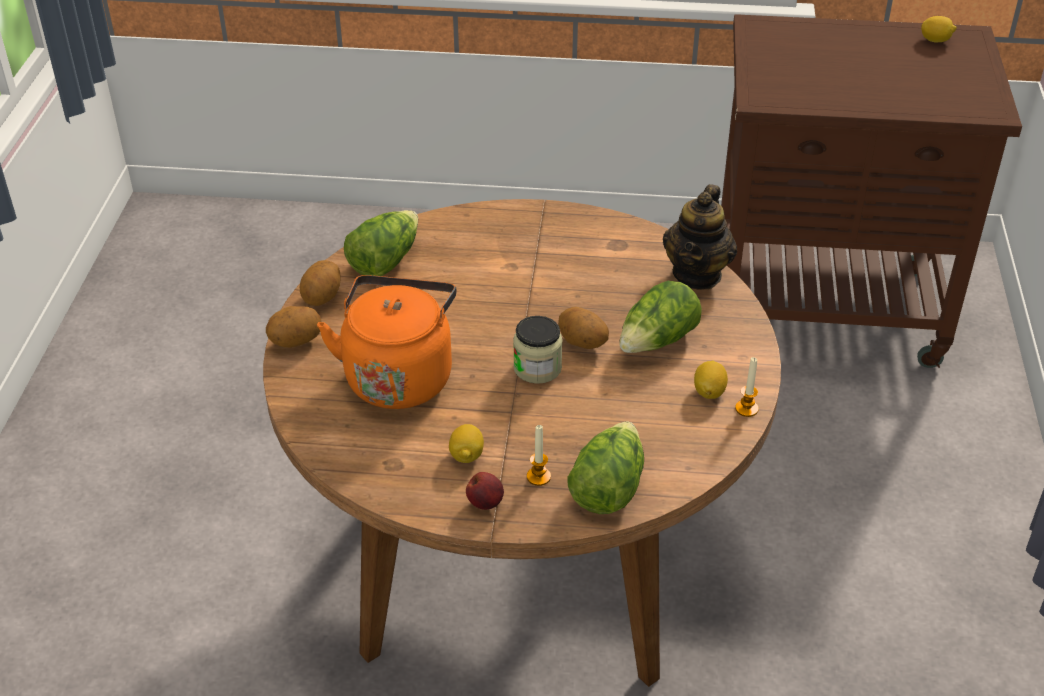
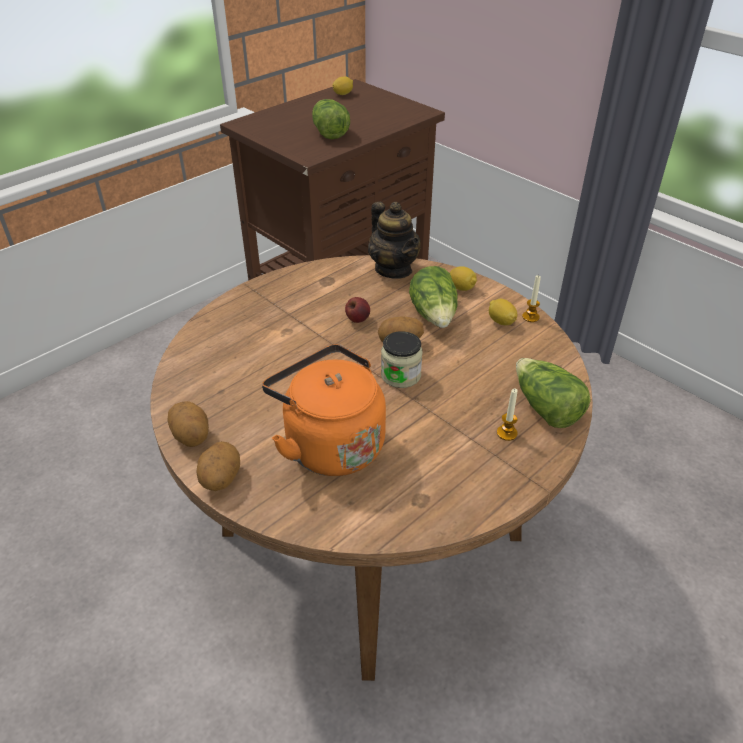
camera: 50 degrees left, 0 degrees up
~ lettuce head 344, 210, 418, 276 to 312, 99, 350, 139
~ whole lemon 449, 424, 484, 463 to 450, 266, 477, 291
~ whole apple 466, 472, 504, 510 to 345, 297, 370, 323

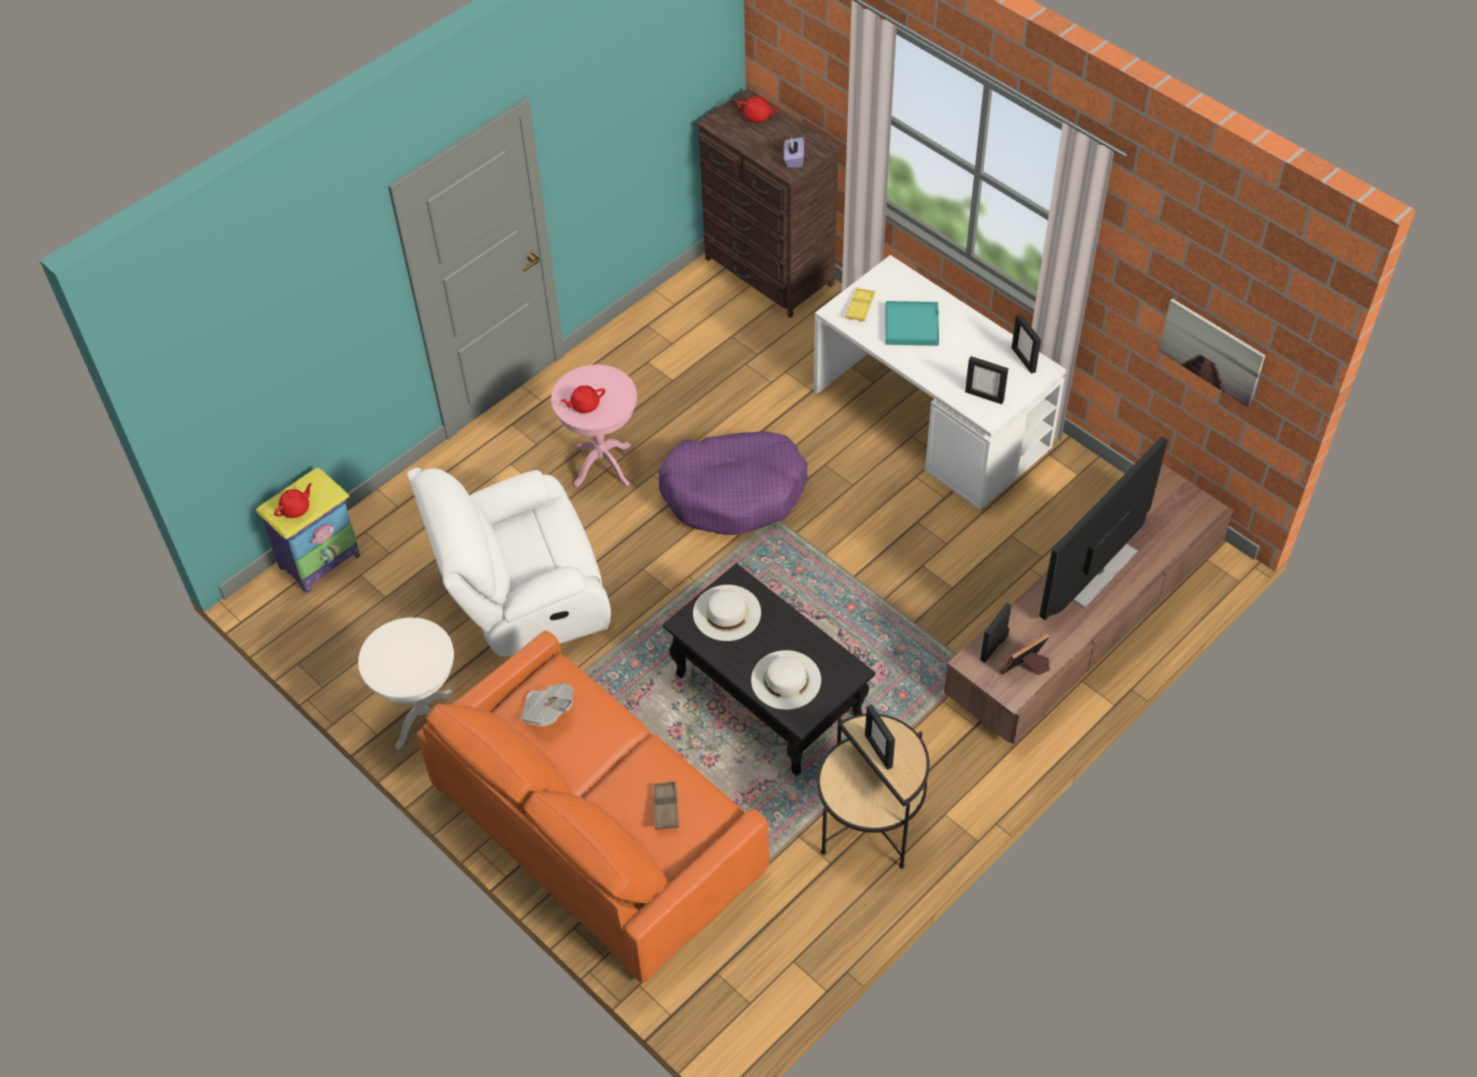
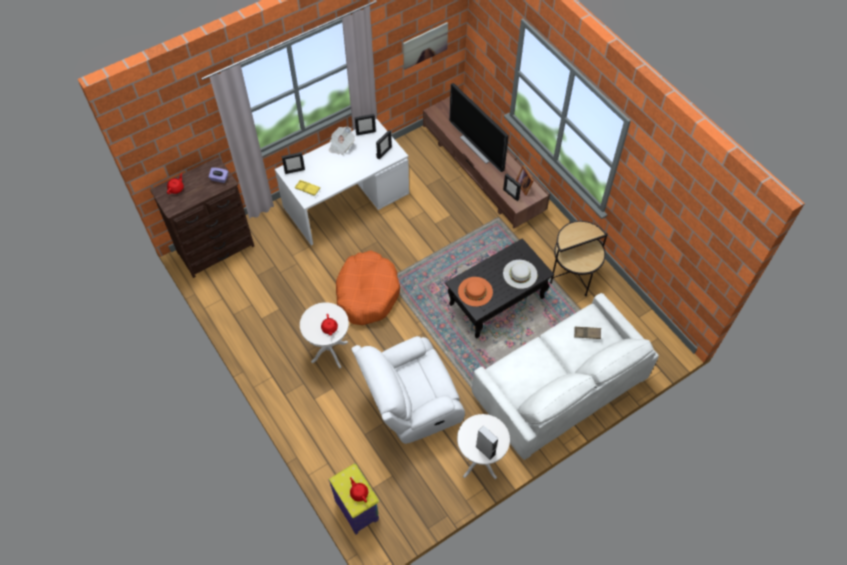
camera: 80 degrees left, 5 degrees up
- carrying tray (blue-green) 886, 301, 939, 346
+ speaker (grey) 476, 425, 498, 460
~ printed paper 519, 683, 574, 727 to 329, 127, 355, 155
~ photo frame 865, 704, 895, 770 to 282, 152, 305, 174
~ settee (orange-coloured) 417, 631, 769, 983 to settee (white) 472, 293, 659, 460
~ end table (pinkish) 551, 365, 637, 488 to end table (white) 300, 302, 349, 369
~ dog bed (purple) 658, 431, 808, 535 to dog bed (orange-coloured) 336, 250, 400, 325
~ clothing hat (white) 693, 585, 761, 641 to clothing hat (orange-coloured) 458, 277, 493, 307
~ armchair (white) 407, 468, 611, 657 = 351, 336, 465, 444 75 degrees clockwise

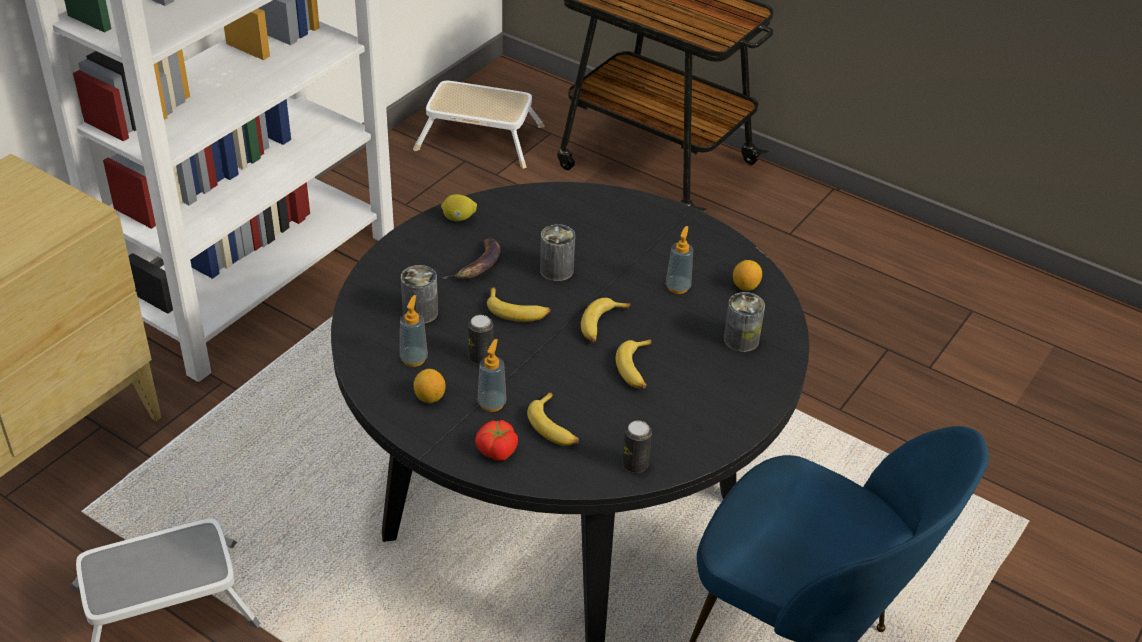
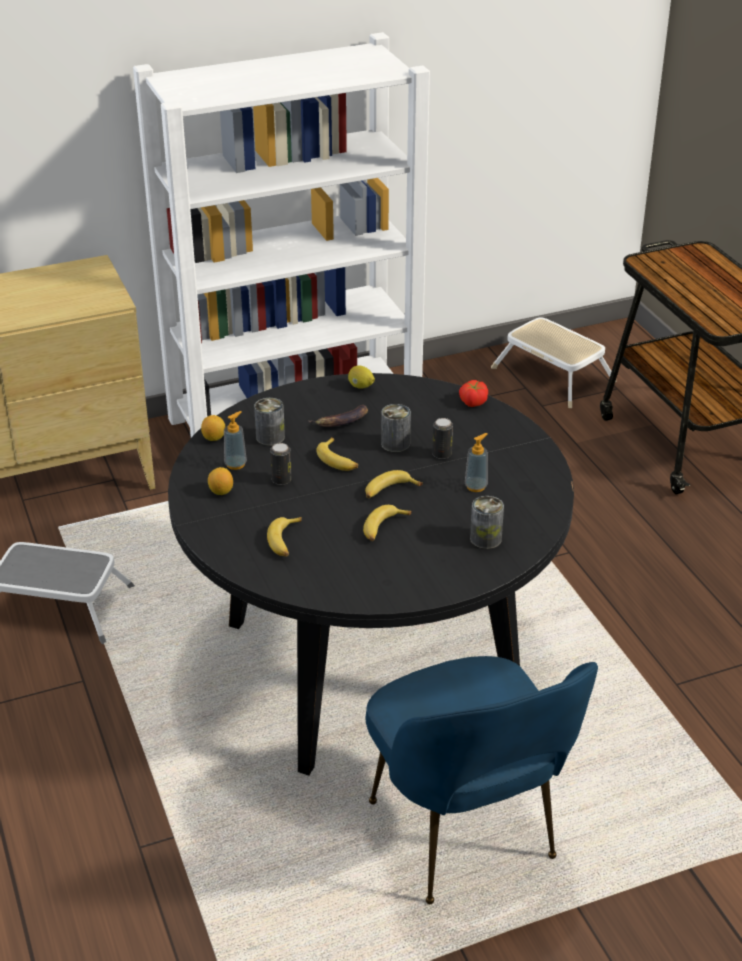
camera: 35 degrees right, 5 degrees down
- liquid soap bottle 478, 339, 506, 412
~ whole tomato 475, 420, 518, 461 to 459, 380, 488, 407
~ can 622, 421, 652, 473 to 432, 418, 453, 459
~ whole lemon 733, 260, 762, 291 to 201, 415, 225, 441

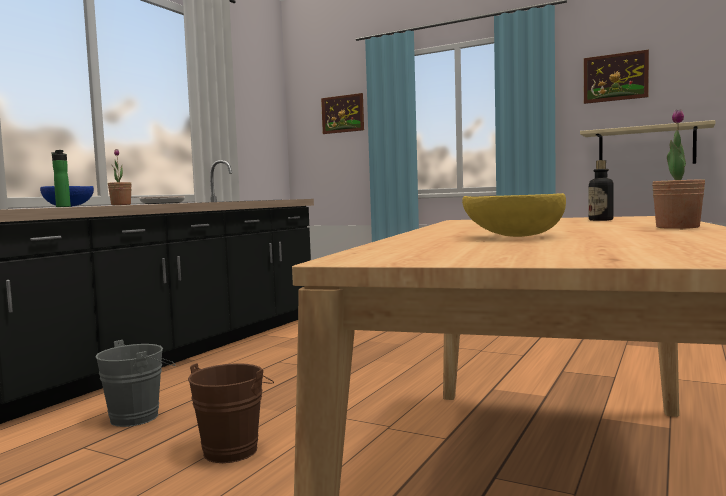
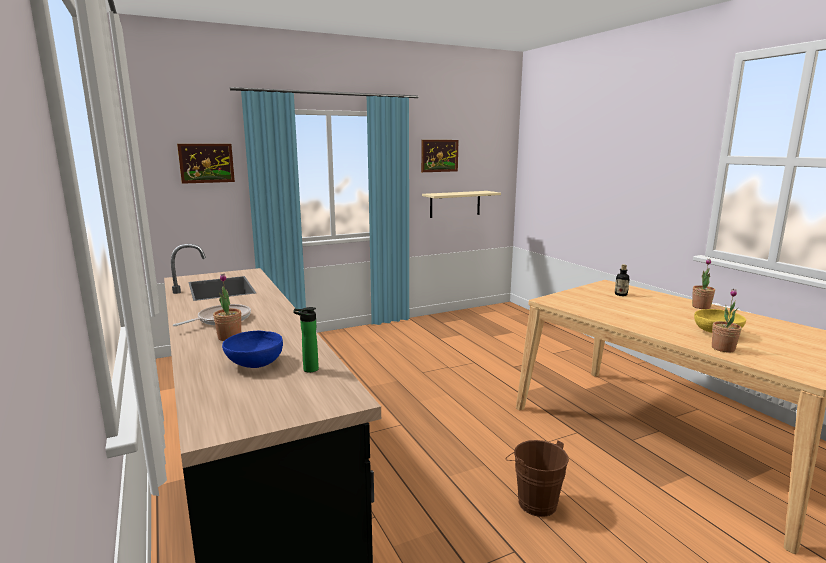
camera: 55 degrees left, 10 degrees up
- water bucket (grey) 95, 340, 176, 427
+ houseplant 712, 289, 742, 352

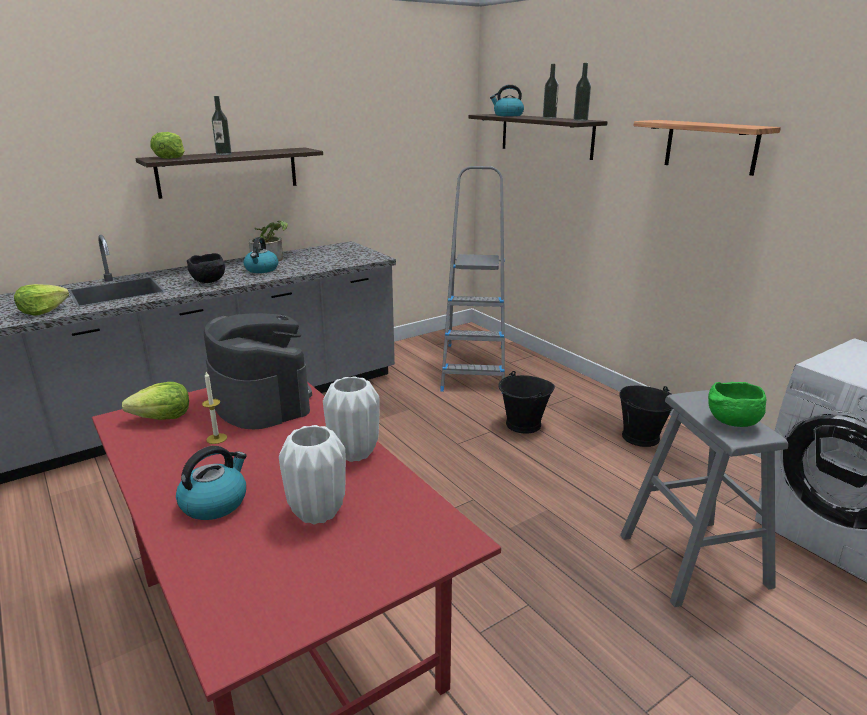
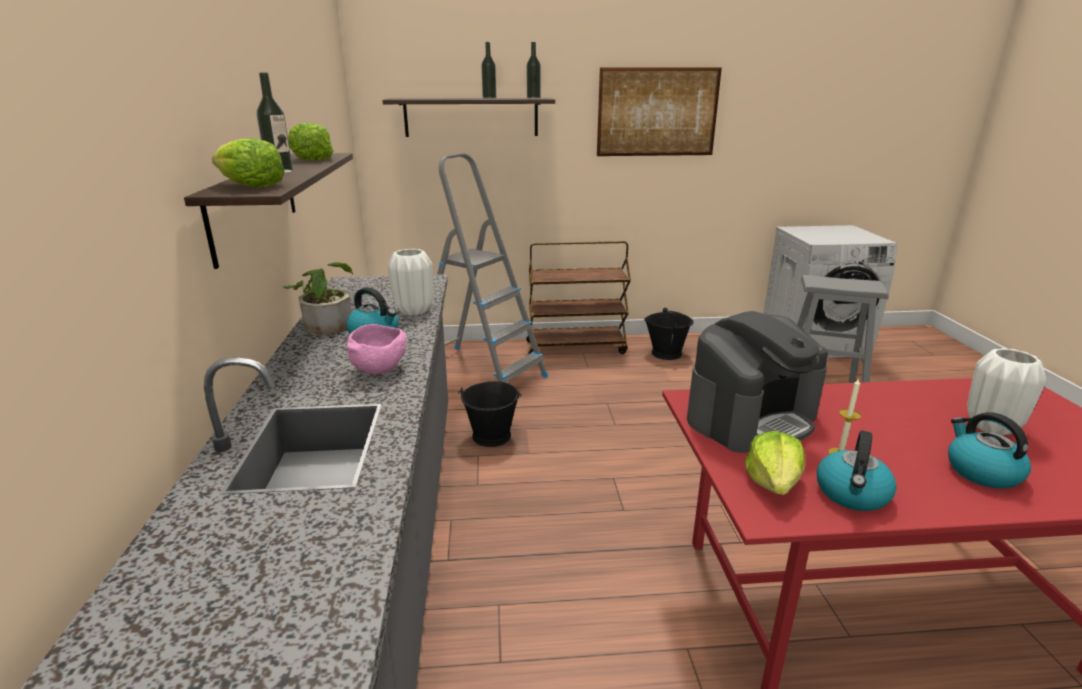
camera: 60 degrees left, 0 degrees up
- deep dish (greenish) 708, 382, 766, 427
+ cart (brownish) 526, 241, 631, 354
~ lettuce head 14, 284, 69, 316 to 288, 123, 334, 161
~ flower vase (white) 323, 376, 380, 462 to 388, 249, 433, 316
~ tea kettle 490, 85, 524, 116 to 817, 430, 897, 511
~ water bucket (black) 498, 371, 555, 434 to 458, 381, 521, 447
~ shelf 634, 120, 781, 176 to wall picture 597, 67, 722, 156
~ deep dish (black) 187, 253, 225, 283 to deep dish (pinkish) 347, 324, 406, 375
~ coffee brewer 204, 313, 312, 429 = 687, 311, 828, 453 150 degrees clockwise

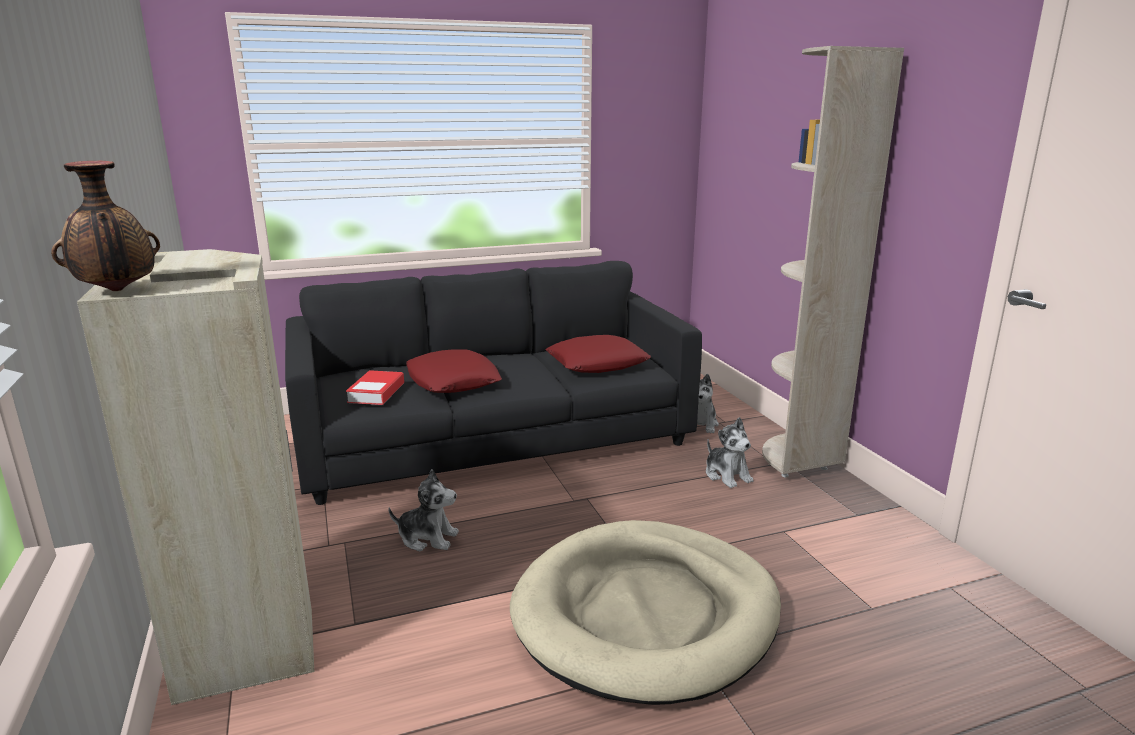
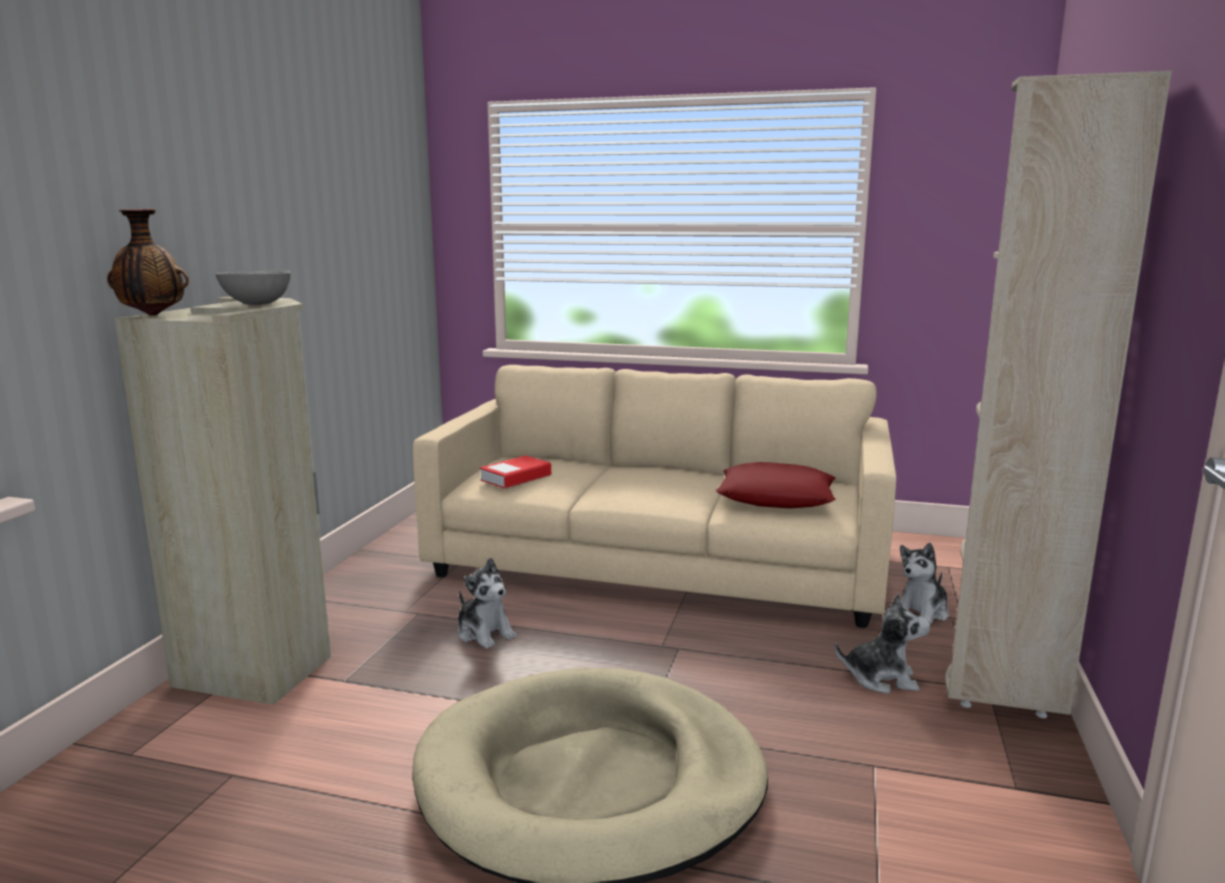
camera: 35 degrees right, 5 degrees down
- pillow (red-coloured) 406, 349, 502, 393
+ deep dish (grey) 216, 270, 291, 305
~ settee (black) 285, 261, 702, 505 to settee (beige) 413, 365, 896, 628
~ plush toy 706, 417, 753, 488 = 835, 593, 931, 694 90 degrees counterclockwise

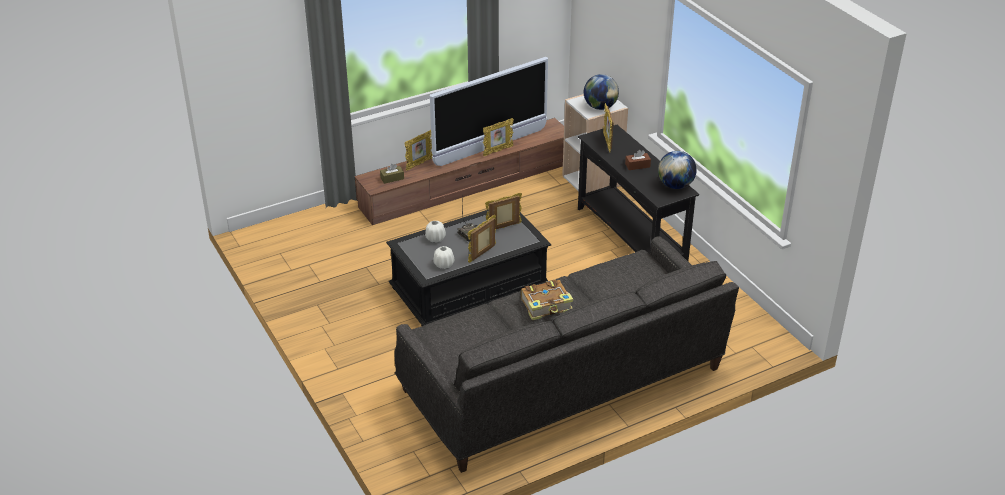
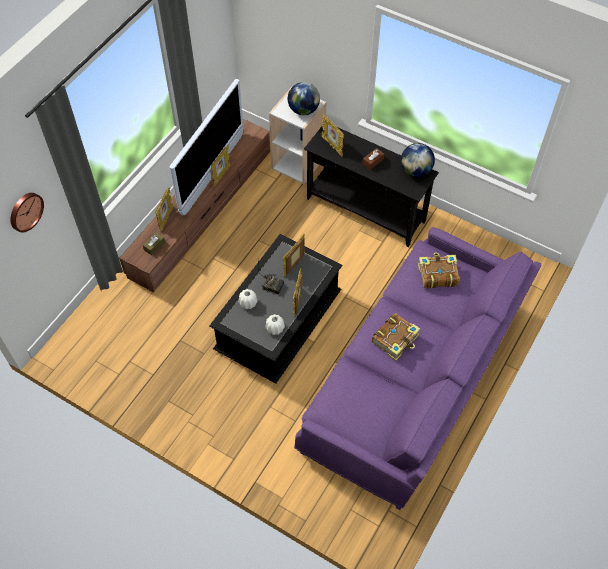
camera: 30 degrees left, 20 degrees up
+ wall clock 10, 193, 44, 233
+ book 418, 252, 460, 289
~ settee (grey) 394, 236, 739, 473 to settee (purple) 294, 227, 542, 510

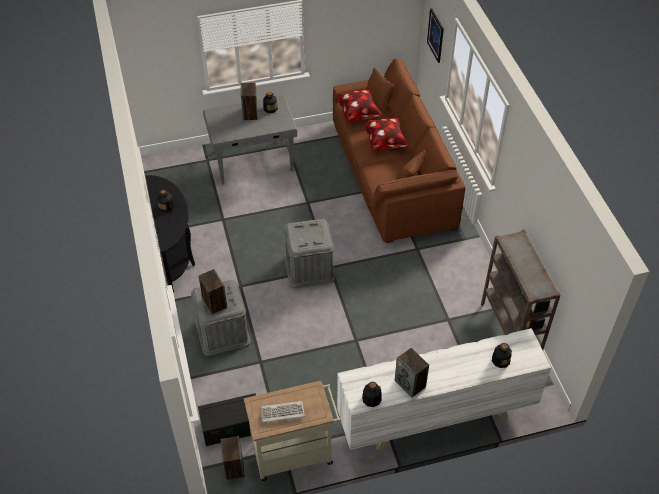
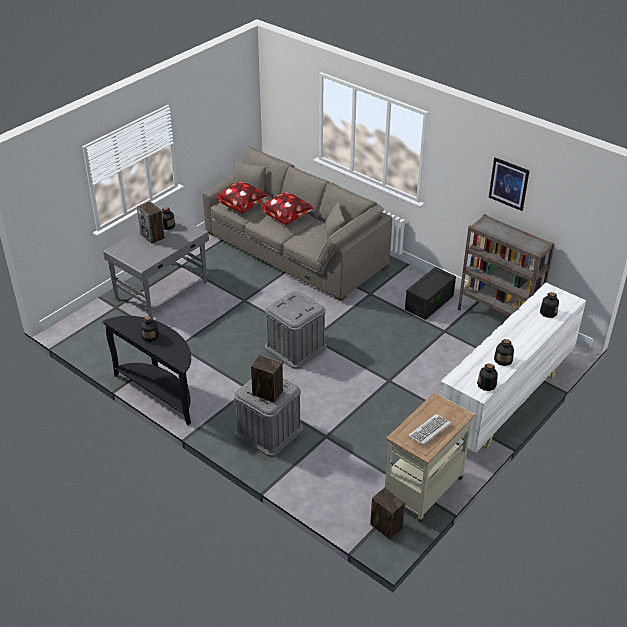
camera: 35 degrees left, 10 degrees down
~ storage box (black) 198, 393, 256, 446 to 405, 267, 456, 320
~ wall picture 427, 8, 444, 63 to 489, 157, 529, 211
~ speaker 395, 348, 429, 398 to beverage bottle 494, 339, 514, 366
~ settee (brownish) 333, 58, 466, 243 to settee (grey) 202, 147, 392, 301

